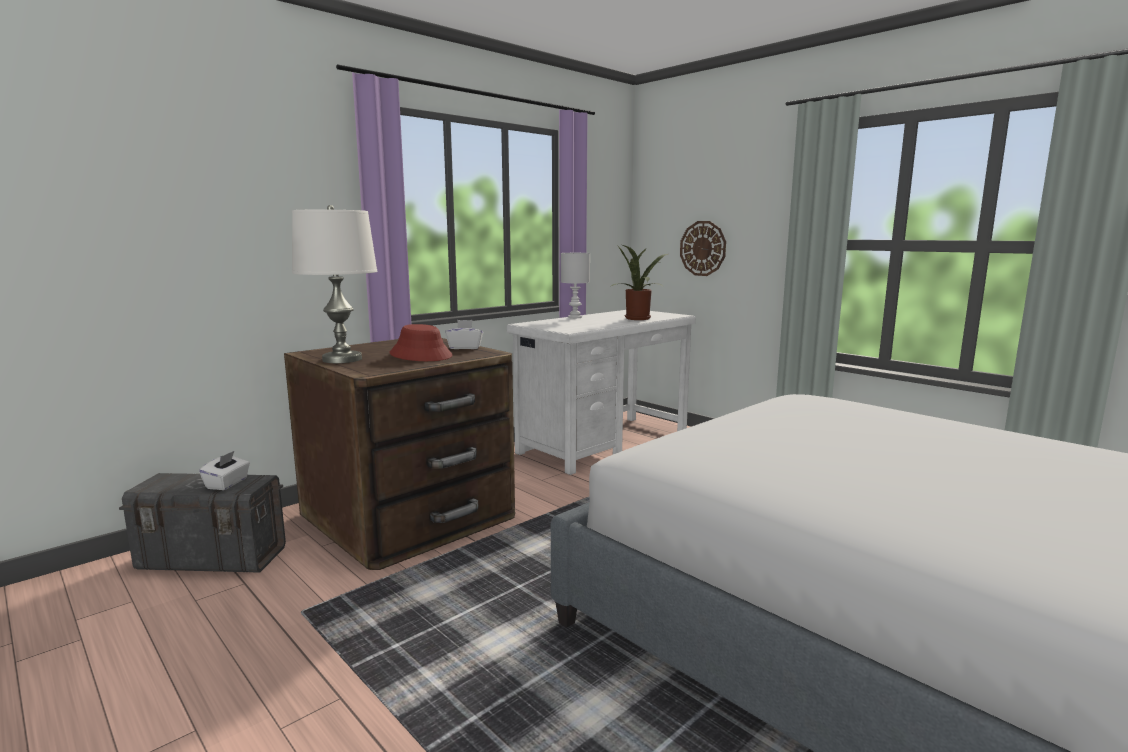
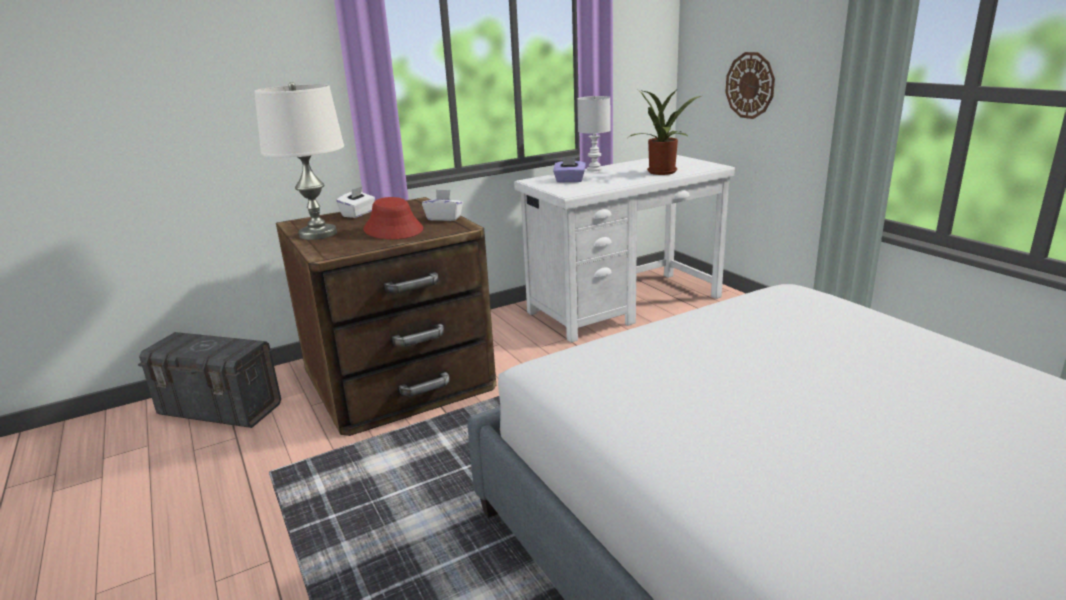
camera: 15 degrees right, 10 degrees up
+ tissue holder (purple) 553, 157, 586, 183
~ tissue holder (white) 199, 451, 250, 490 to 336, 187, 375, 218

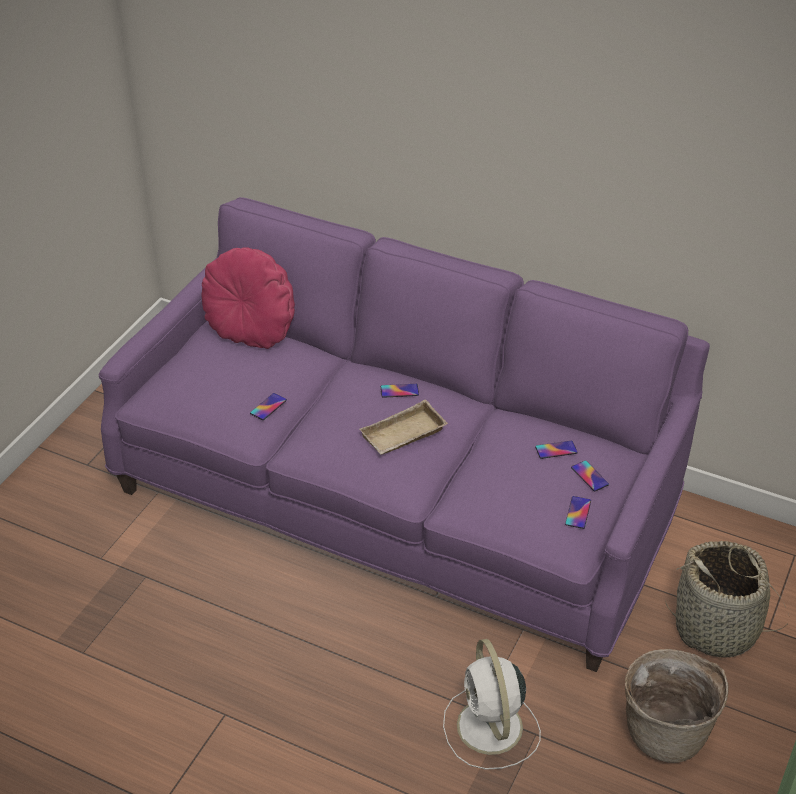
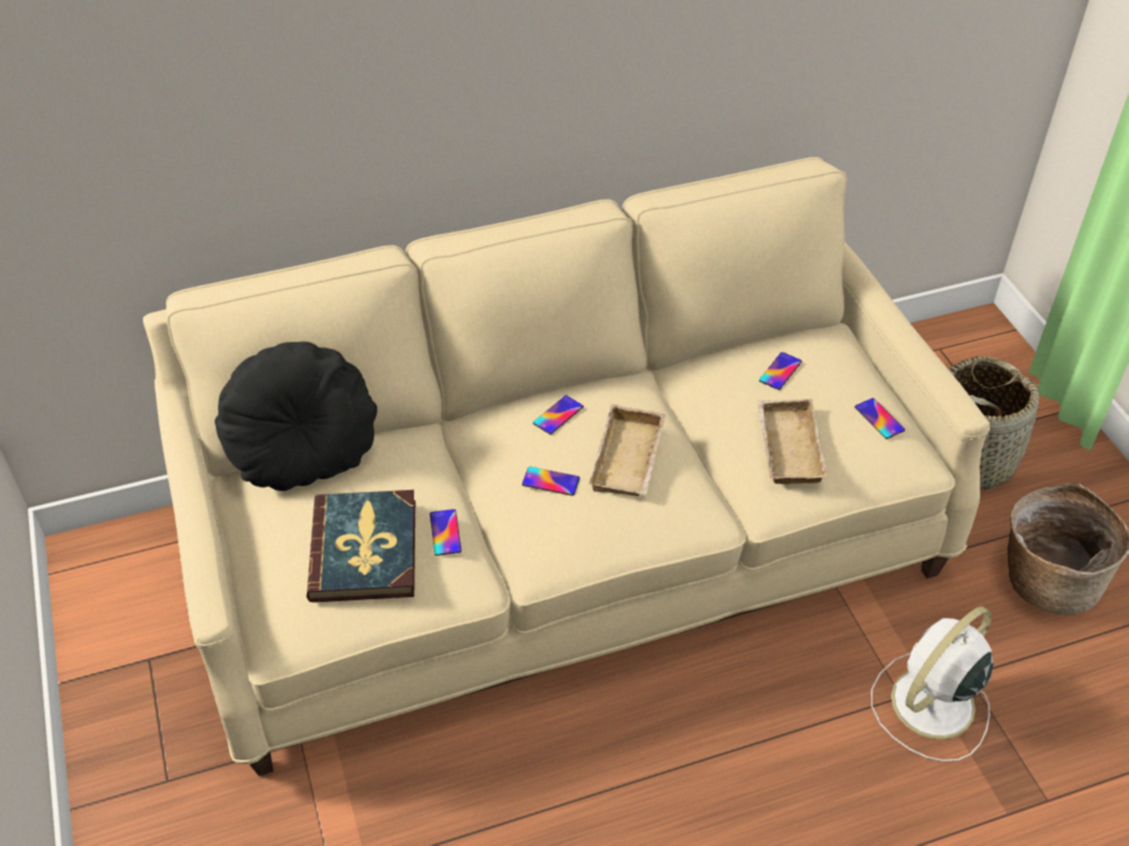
camera: 45 degrees left, 5 degrees up
+ book 307, 490, 415, 602
+ carrying tray (beige) 757, 399, 828, 484
~ handset 571, 460, 609, 491 to 522, 467, 580, 496
~ settee (purple) 98, 197, 710, 672 to settee (beige) 143, 157, 990, 776
~ pillow (pinkish) 202, 247, 295, 349 to pillow (black) 215, 342, 377, 491
~ cooling fan (white) 443, 639, 541, 770 = 871, 606, 994, 762 105 degrees clockwise

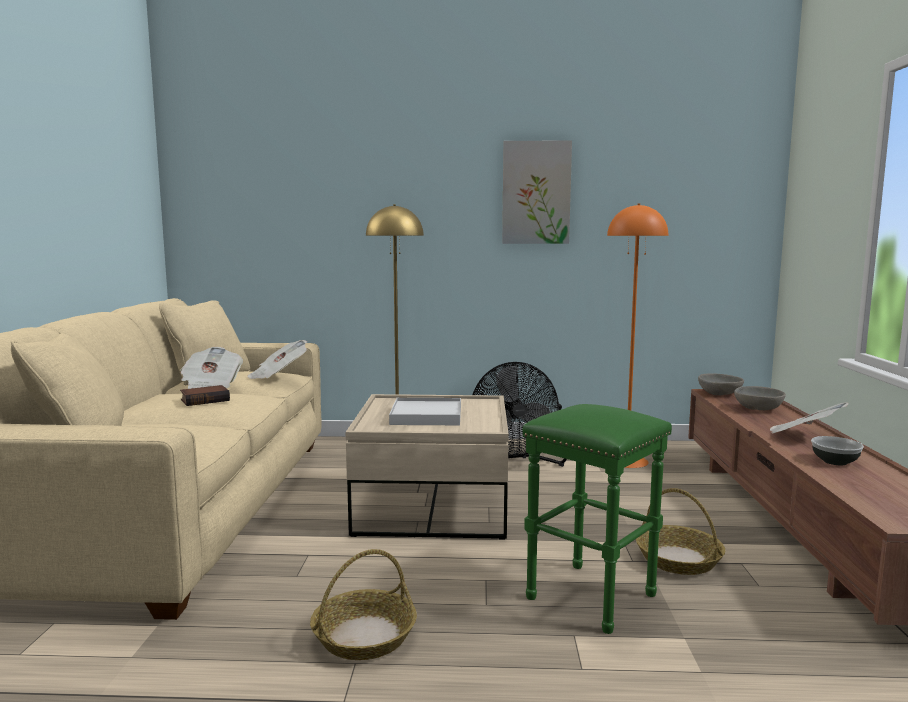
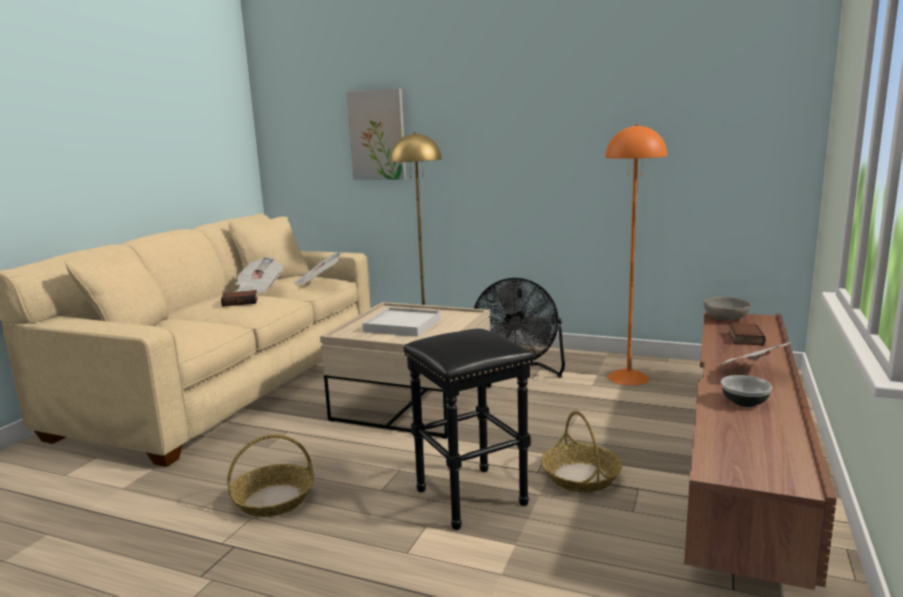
camera: 20 degrees right, 5 degrees up
~ wall picture 502, 140, 572, 244 to 347, 89, 406, 180
~ deep dish (grey) 734, 386, 786, 410 to book 728, 324, 766, 345
~ sitting stool (greenish) 522, 404, 672, 634 to sitting stool (black) 404, 329, 533, 530

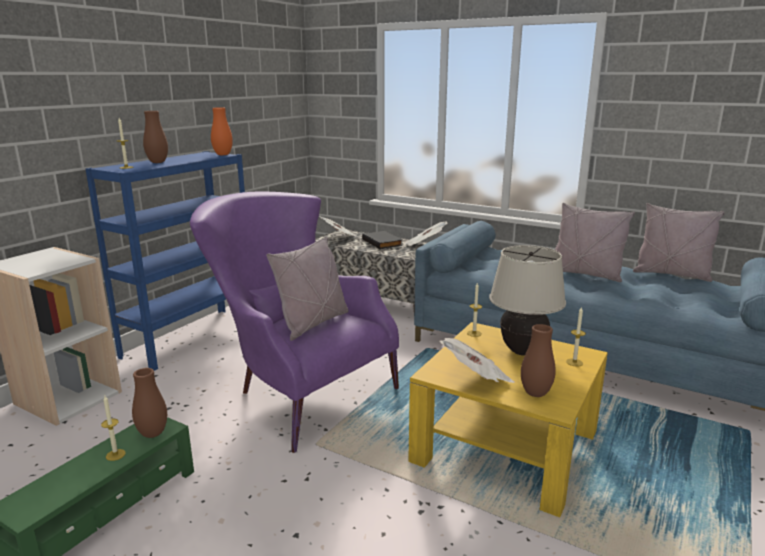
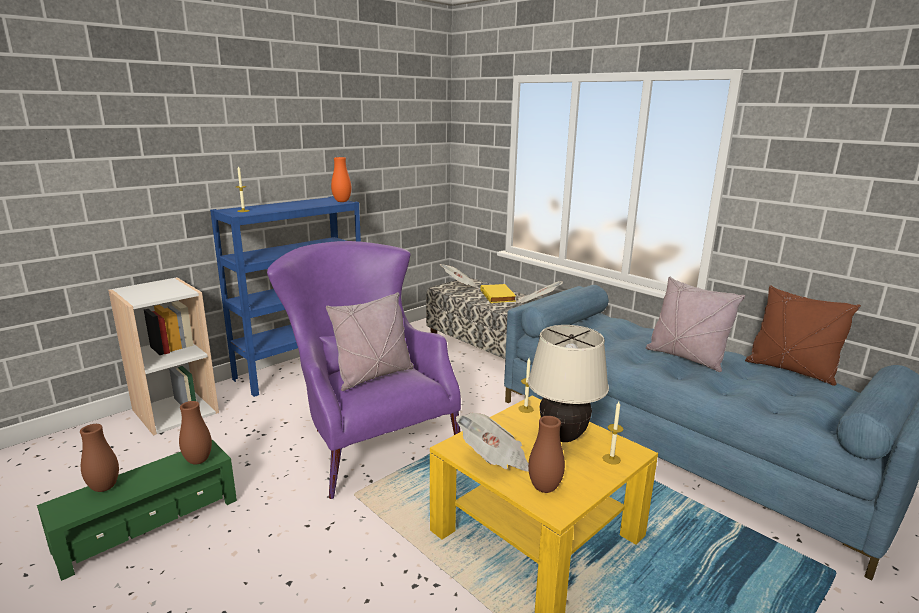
camera: 15 degrees right, 0 degrees up
- wax candle 101, 396, 126, 461
~ flower vase (brownish) 143, 111, 168, 163 to 80, 424, 119, 492
~ book (black) 362, 231, 402, 249 to book (yellow-coloured) 480, 284, 516, 303
~ pillow (purple) 633, 203, 725, 282 to pillow (brownish) 745, 285, 861, 386

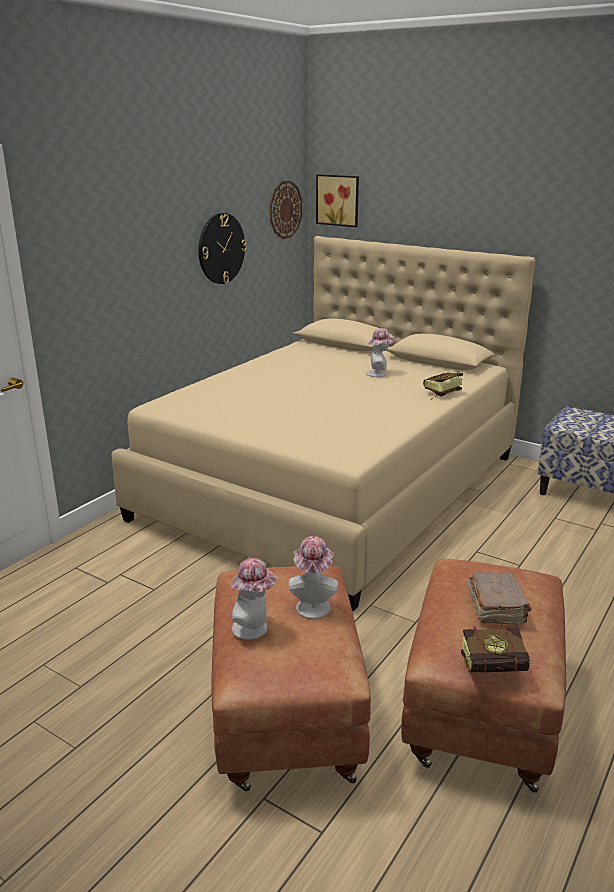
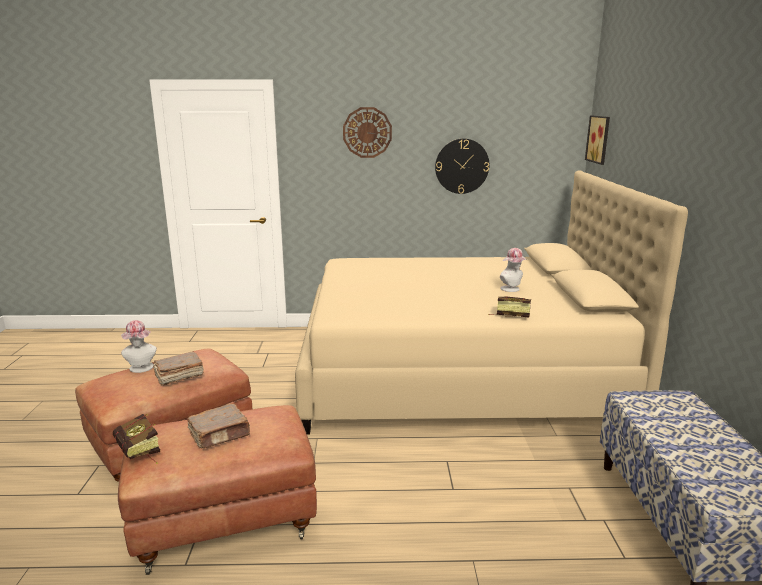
camera: 55 degrees right, 5 degrees down
~ wall clock 270, 180, 302, 239 to 343, 107, 392, 158
~ clothing hat 289, 536, 338, 619 to book (brownish) 153, 352, 204, 386

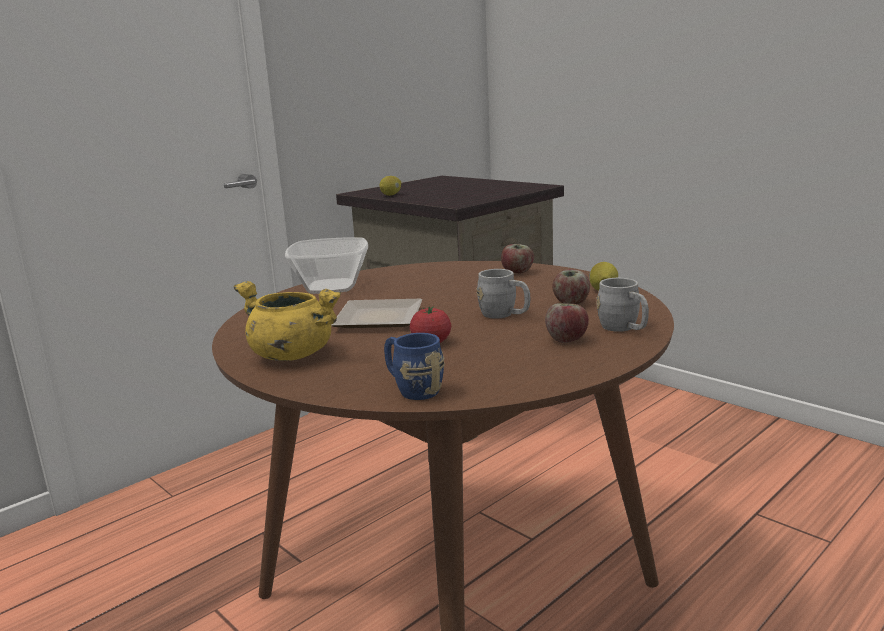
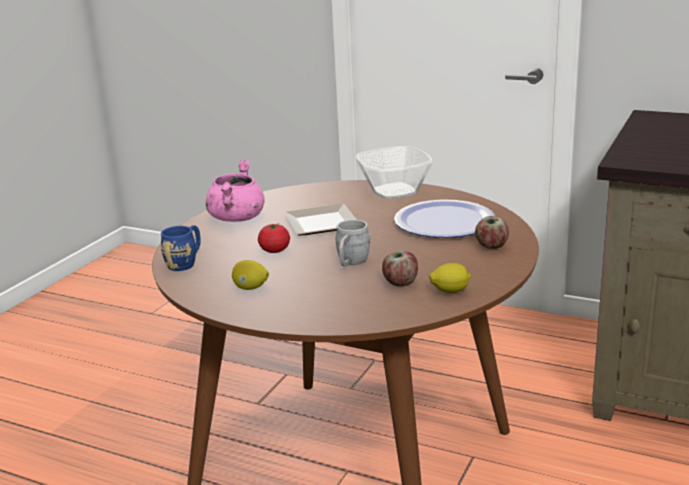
camera: 70 degrees right, 5 degrees up
- whole apple 545, 303, 589, 343
- mug (grey) 596, 278, 649, 332
+ dinner plate 394, 200, 496, 238
~ whole lemon 380, 176, 401, 196 to 232, 260, 269, 290
~ saucepot (yellow-coloured) 234, 281, 342, 361 to saucepot (pinkish) 206, 160, 264, 222

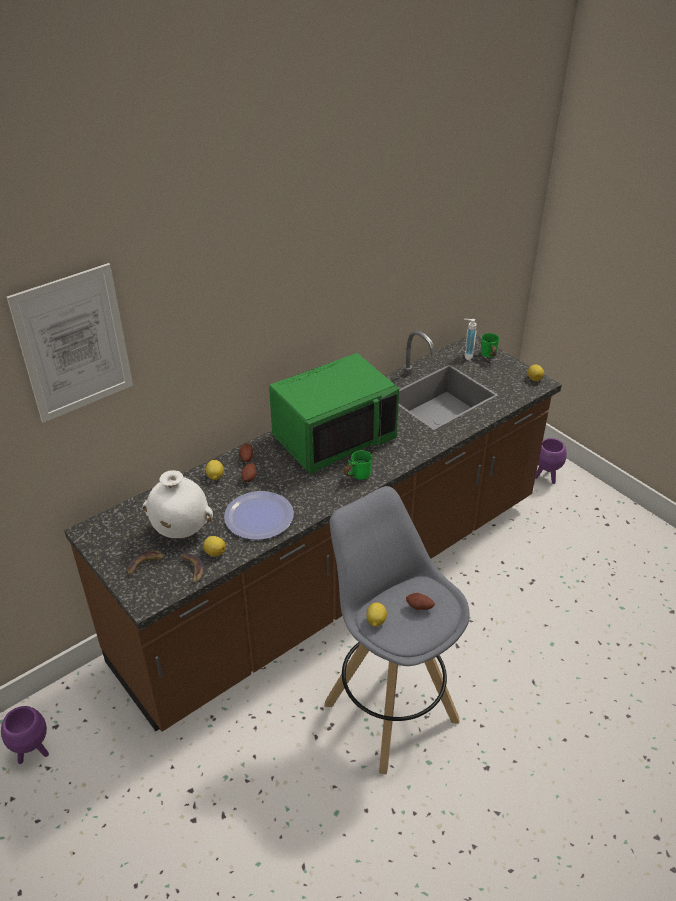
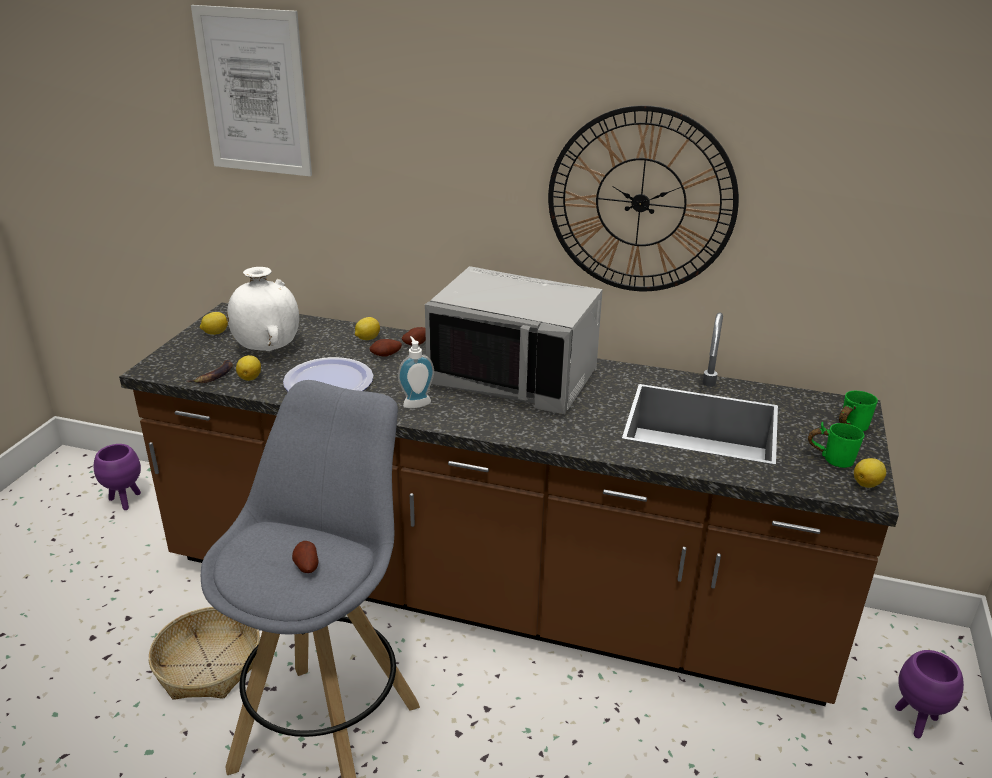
camera: 55 degrees right, 10 degrees down
- banana fruit 128, 551, 169, 576
+ basket 149, 607, 260, 700
+ wall clock 548, 105, 739, 291
~ mug (greenish) 344, 450, 372, 480 to 808, 422, 864, 468
~ whole lemon 366, 602, 387, 627 to 200, 312, 228, 335
~ liquid soap bottle 464, 319, 476, 360 to 398, 336, 434, 408
~ kitchen microwave (greenish) 269, 353, 399, 474 to kitchen microwave (grey) 425, 266, 603, 414

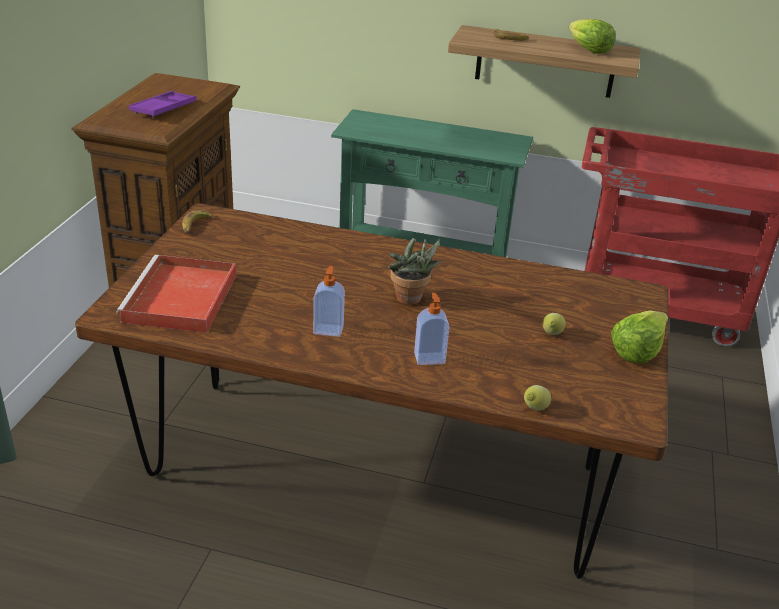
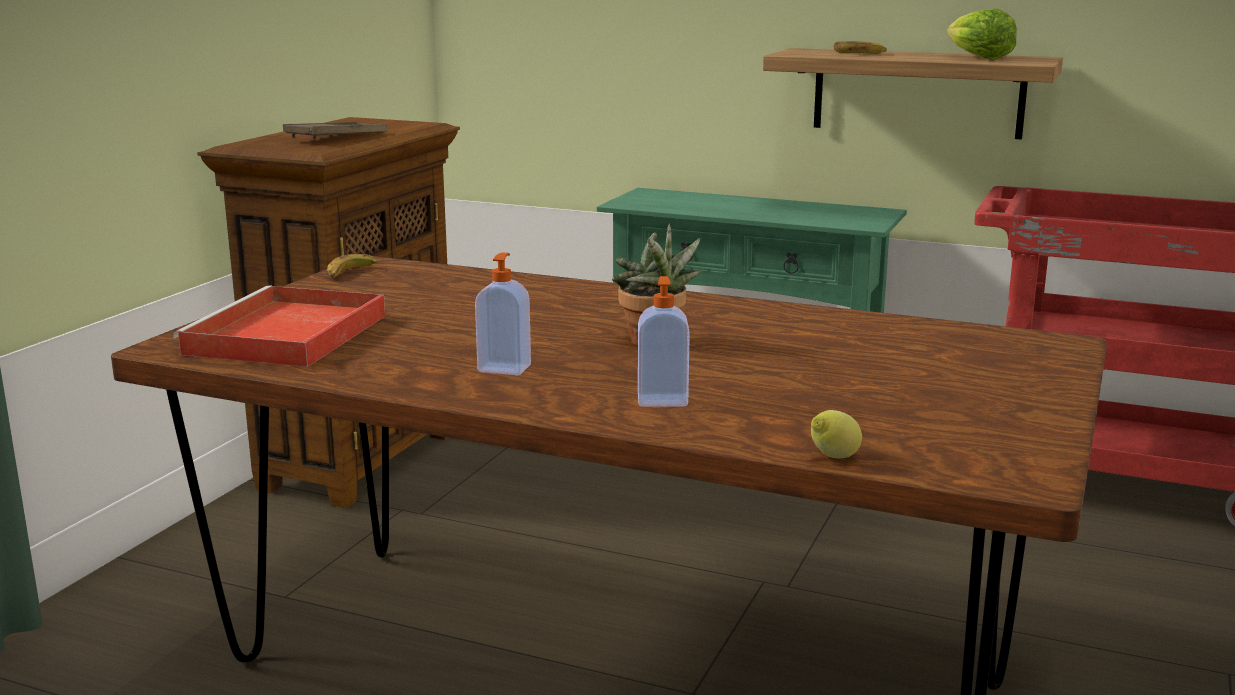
camera: 10 degrees right, 15 degrees down
- whole lemon 543, 313, 566, 335
- lettuce head 611, 311, 668, 363
~ carrying tray (purple) 129, 91, 197, 118 to carrying tray (brownish) 283, 122, 387, 140

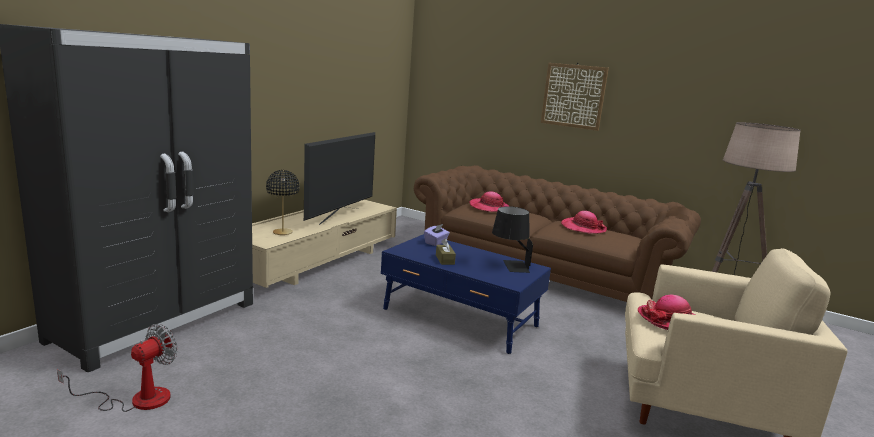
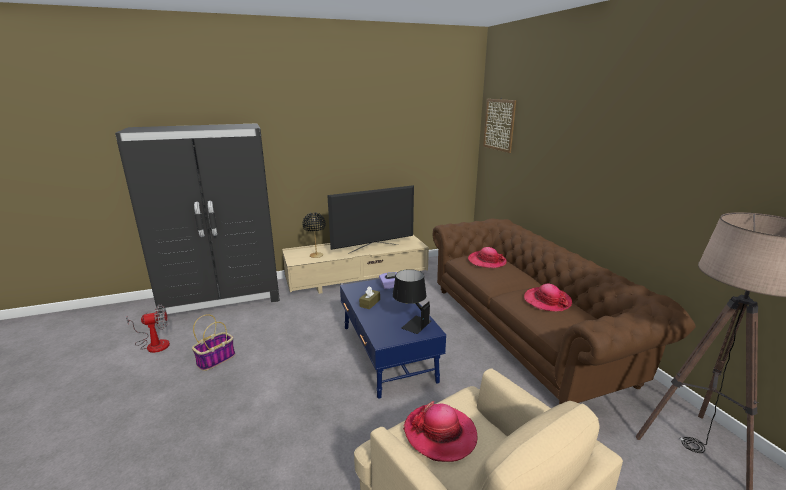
camera: 40 degrees right, 5 degrees up
+ basket 192, 314, 235, 371
~ wall picture 541, 63, 609, 131 to 483, 98, 516, 153

